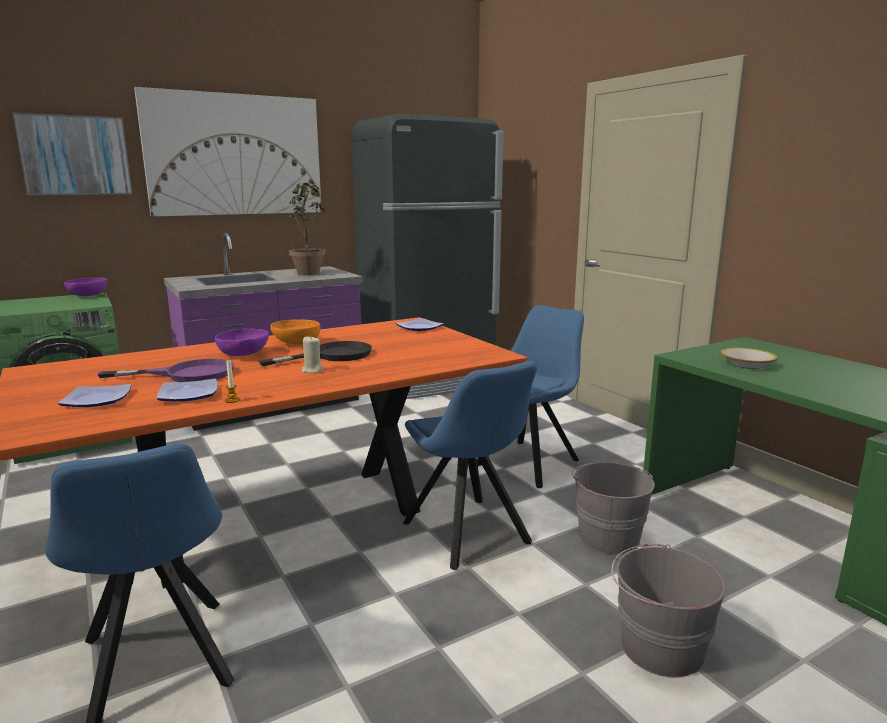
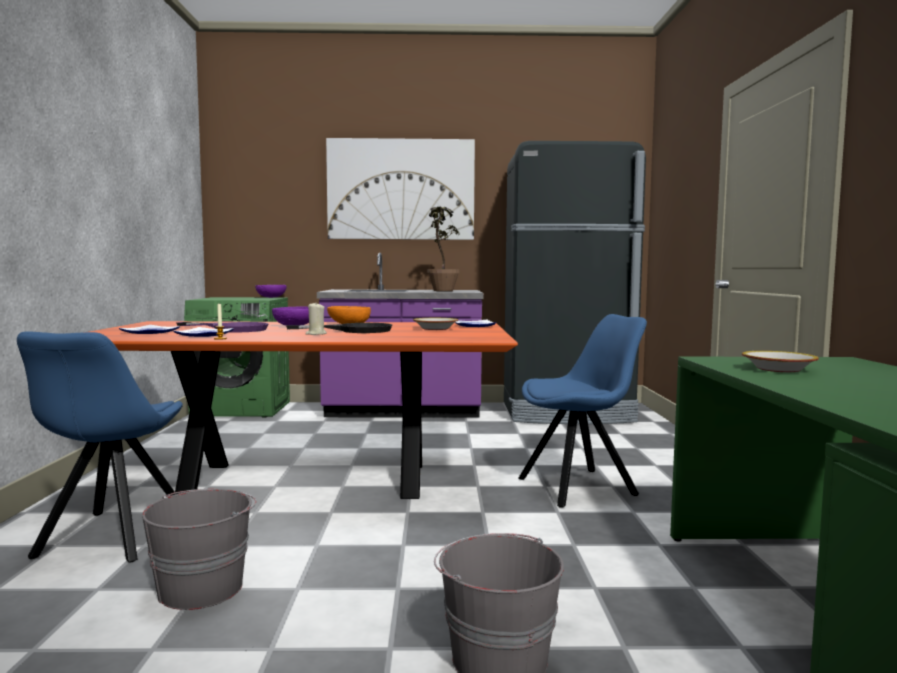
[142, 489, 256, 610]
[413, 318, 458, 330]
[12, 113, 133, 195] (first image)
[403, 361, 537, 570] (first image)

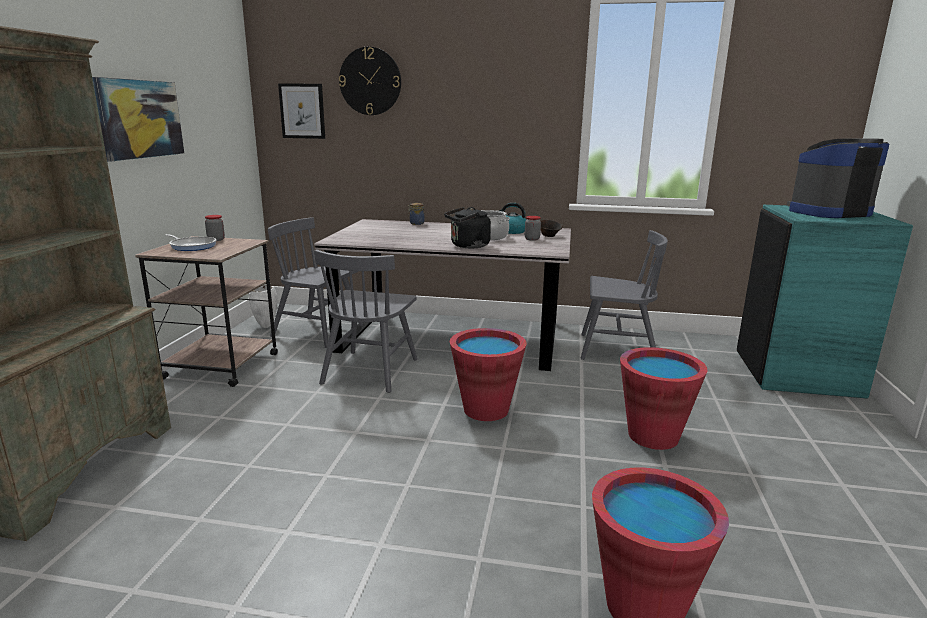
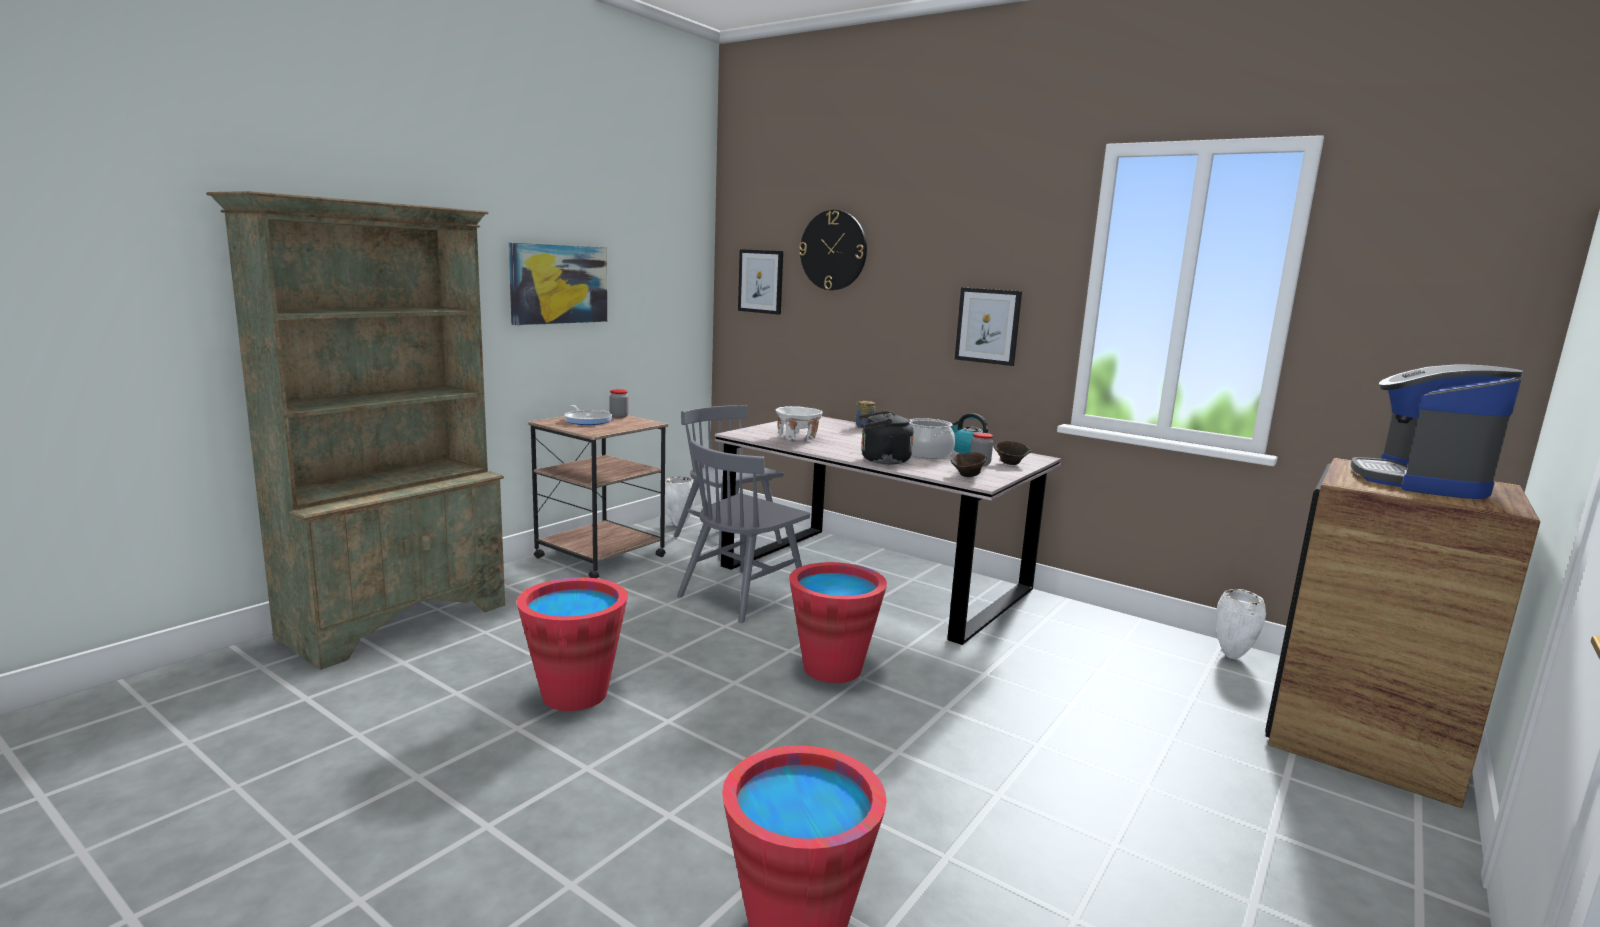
[516, 577, 628, 711]
[776, 406, 823, 440]
[951, 453, 987, 477]
[955, 287, 1022, 366]
[1216, 589, 1266, 659]
[1265, 458, 1540, 808]
[1351, 365, 1524, 499]
[580, 230, 668, 360] (first image)

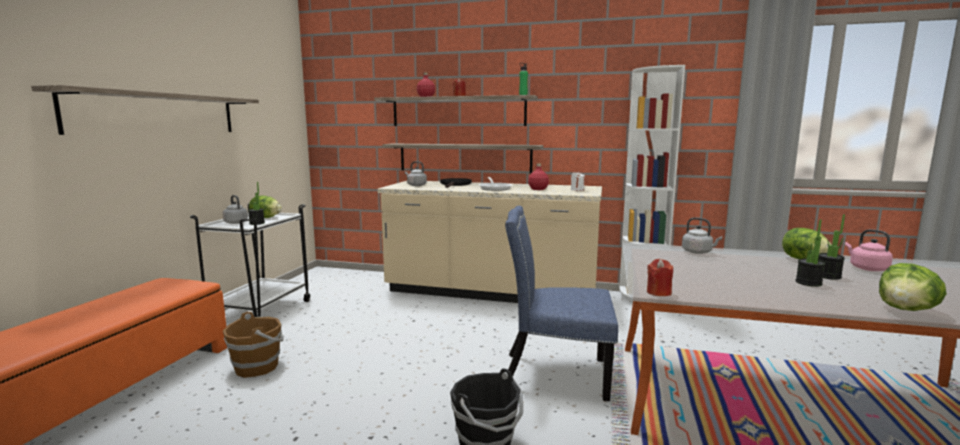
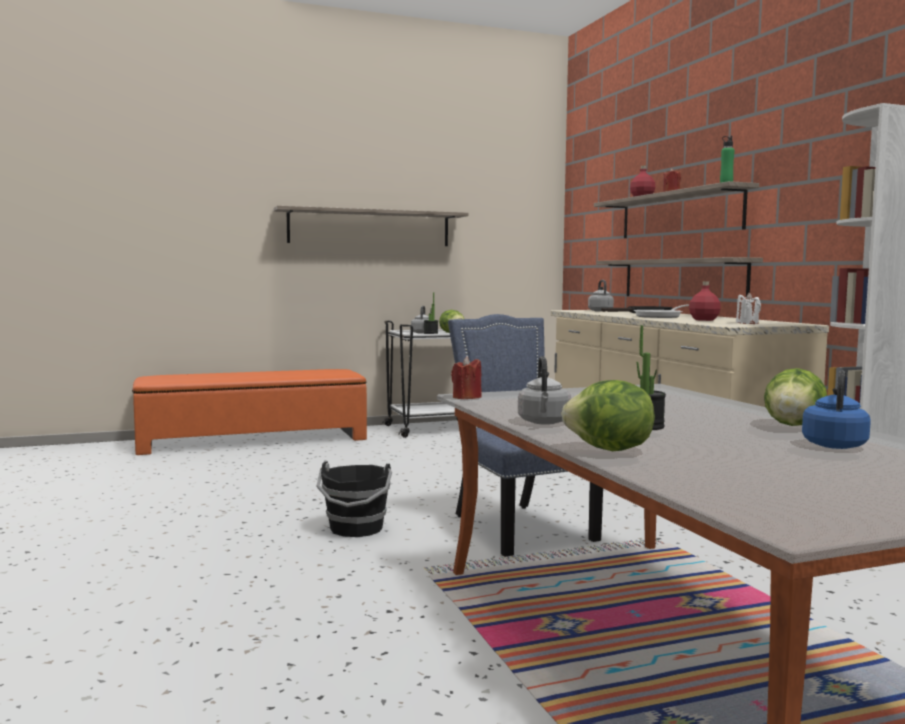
[518, 356, 571, 425]
[802, 371, 871, 449]
[223, 312, 284, 378] (first image)
[818, 214, 845, 280] (first image)

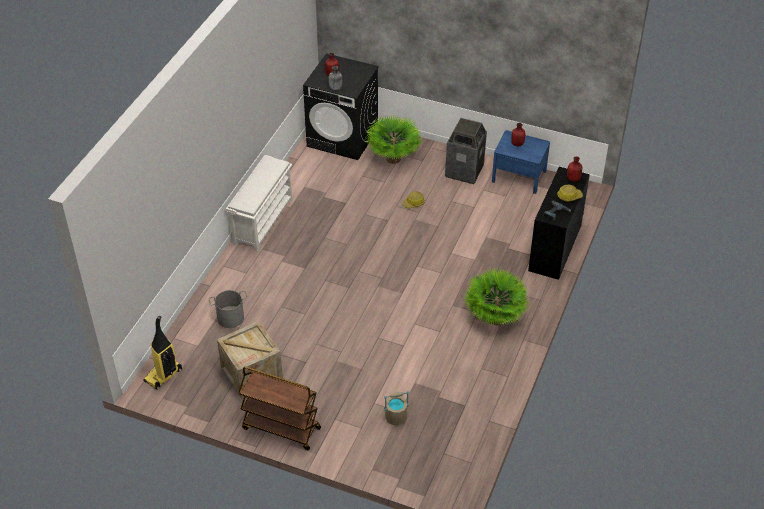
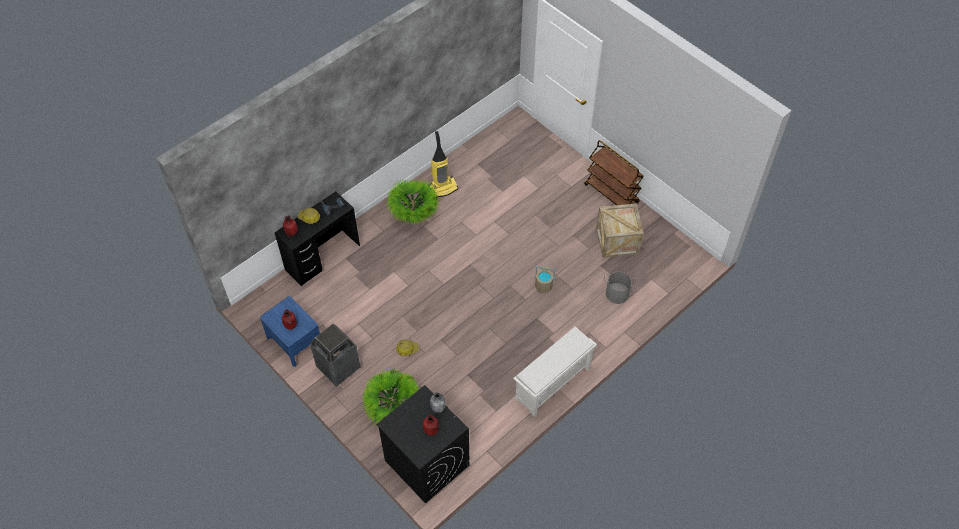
[428, 131, 459, 198]
[535, 266, 556, 293]

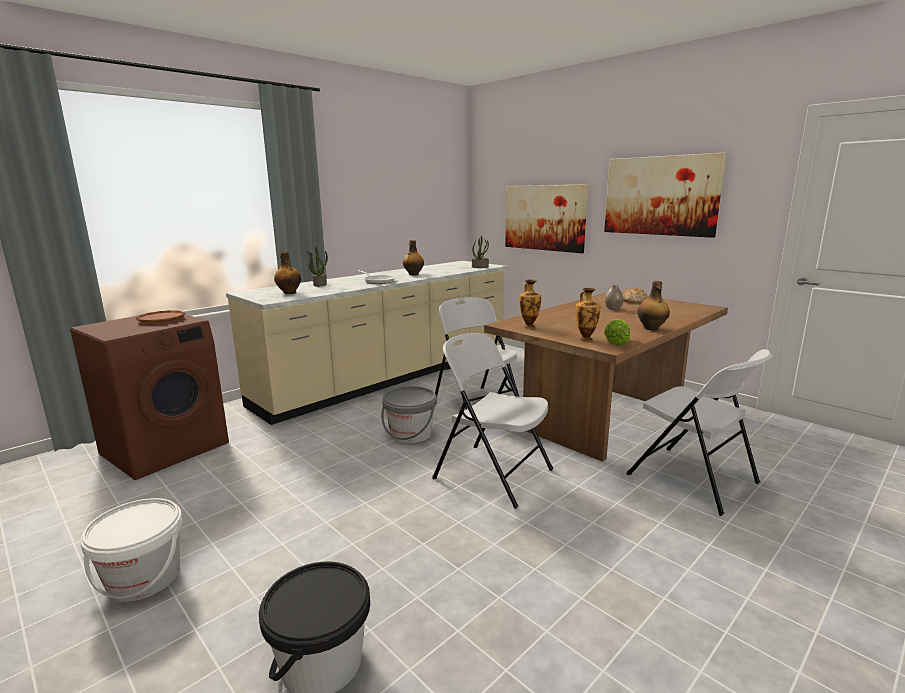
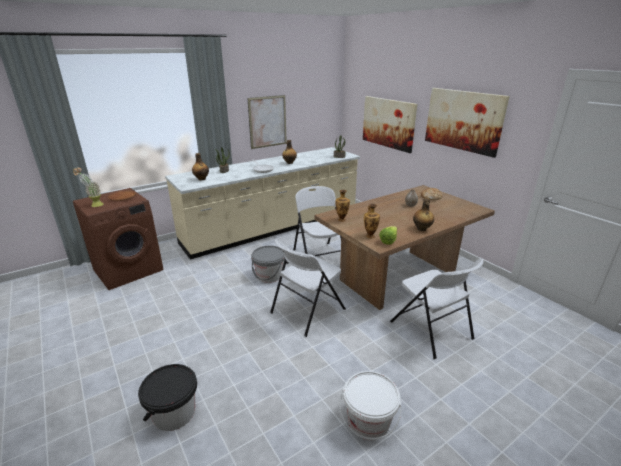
[73, 167, 103, 207]
[247, 95, 287, 149]
[270, 239, 346, 337]
[340, 371, 401, 440]

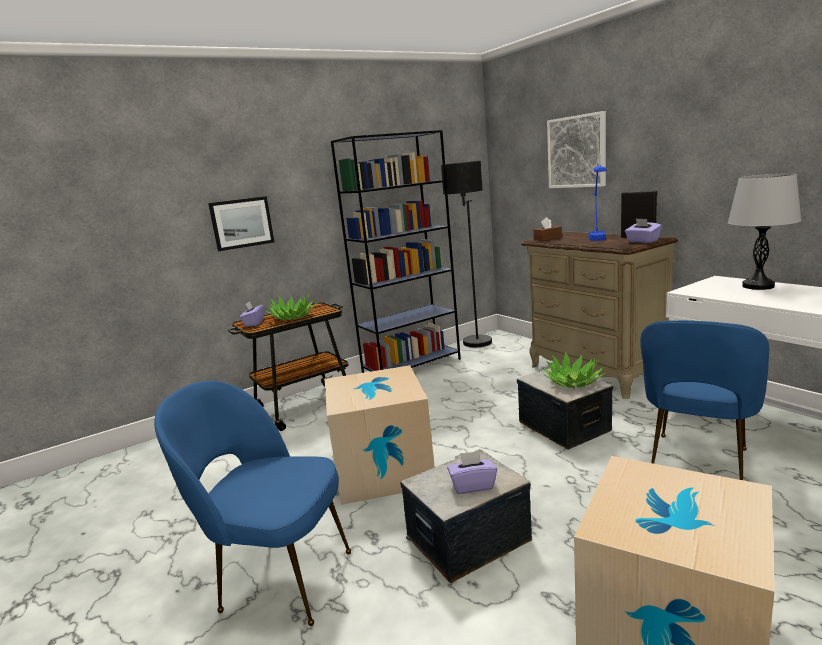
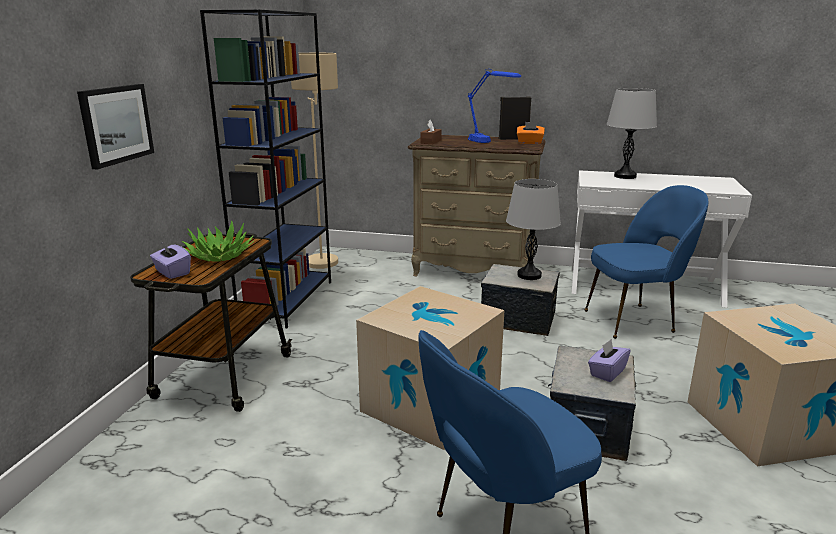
[291, 53, 338, 269]
[506, 179, 561, 280]
[517, 122, 545, 144]
[584, 185, 708, 339]
[547, 111, 606, 188] (first image)

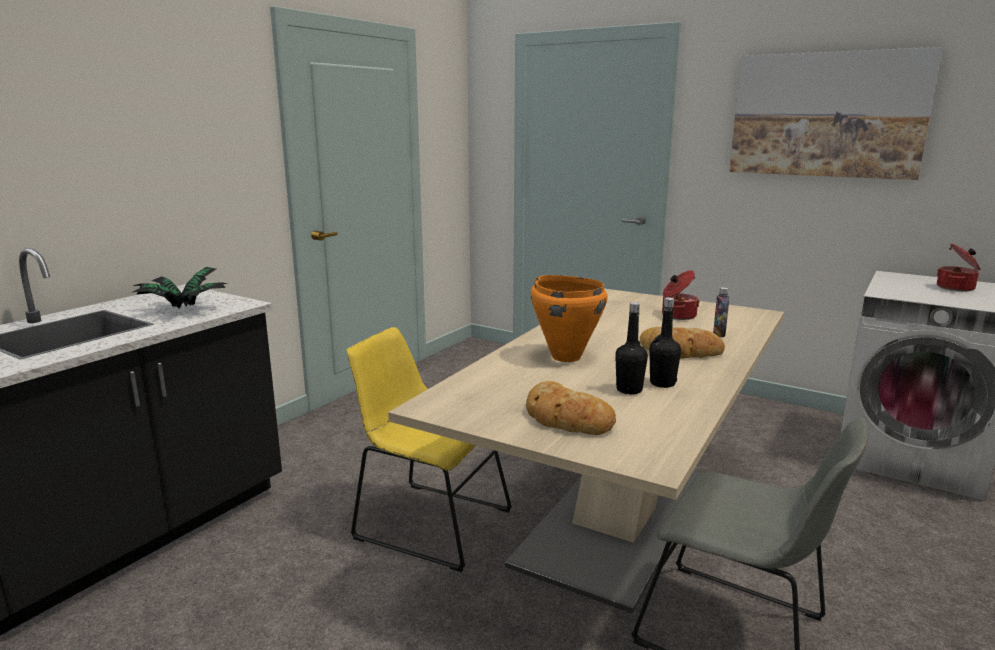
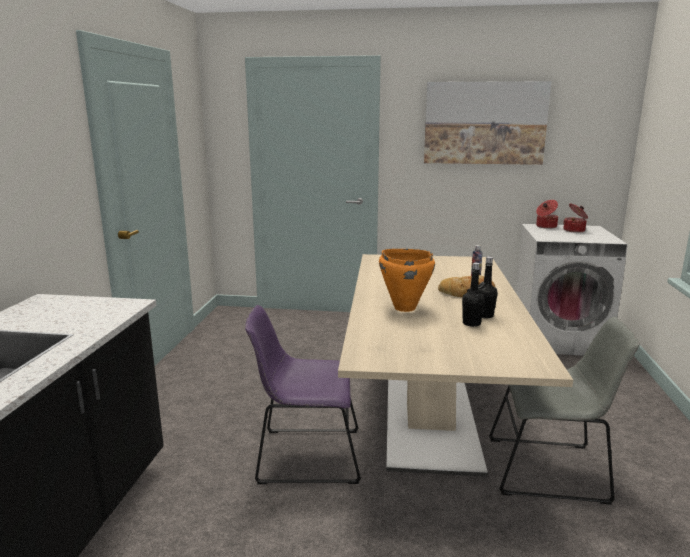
[245, 305, 361, 484]
[536, 200, 558, 229]
[133, 267, 228, 308] (first image)
[526, 381, 616, 435] (first image)

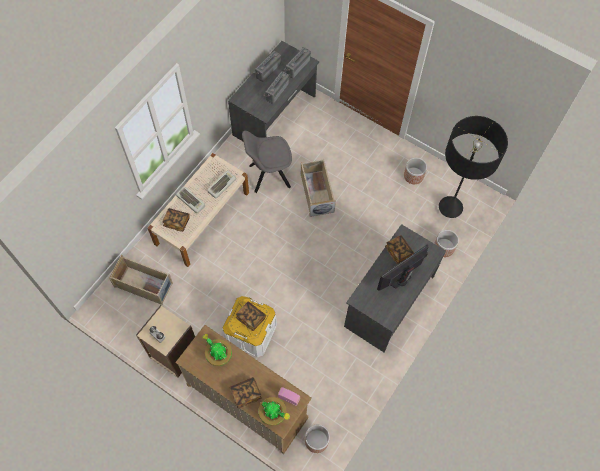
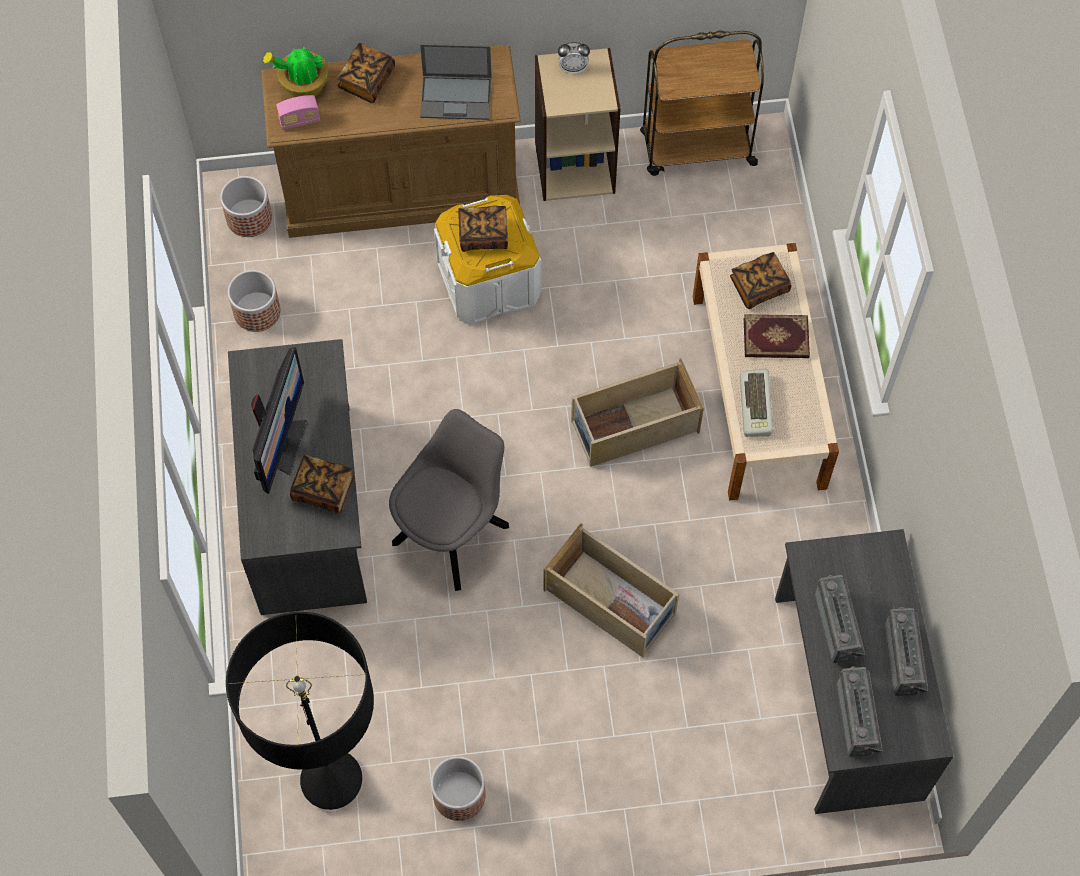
[228, 270, 280, 332]
[389, 409, 509, 591]
[420, 43, 491, 120]
[571, 358, 704, 467]
[640, 30, 764, 176]
[744, 314, 810, 358]

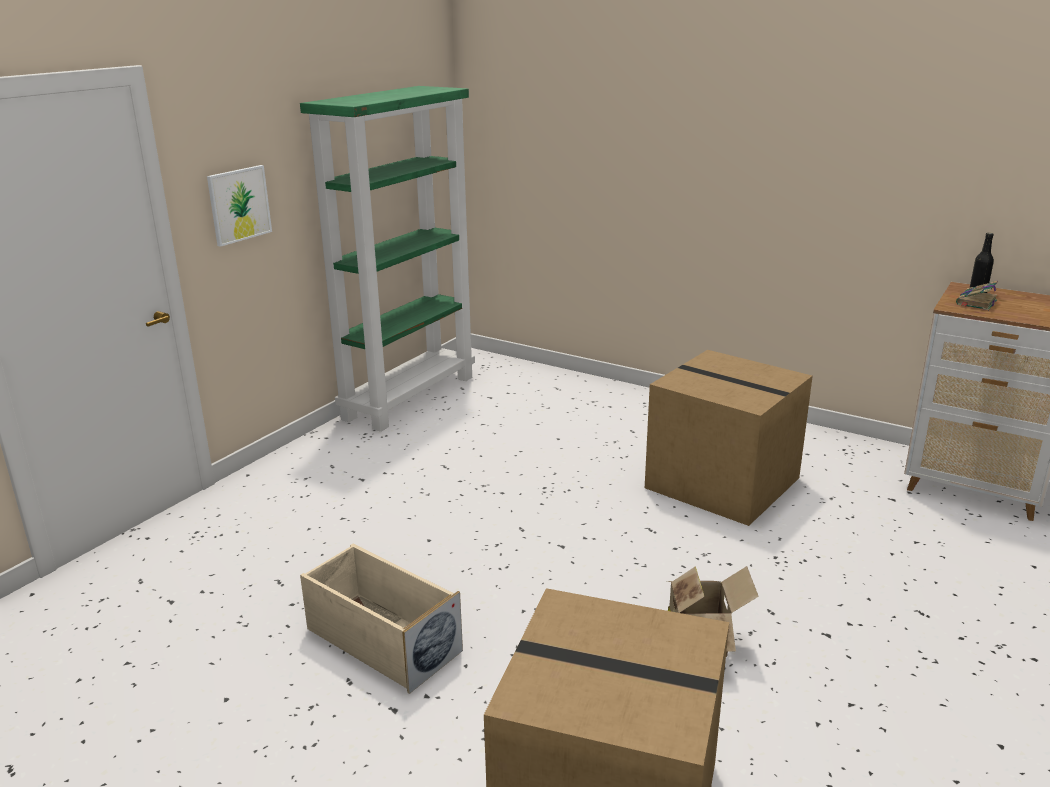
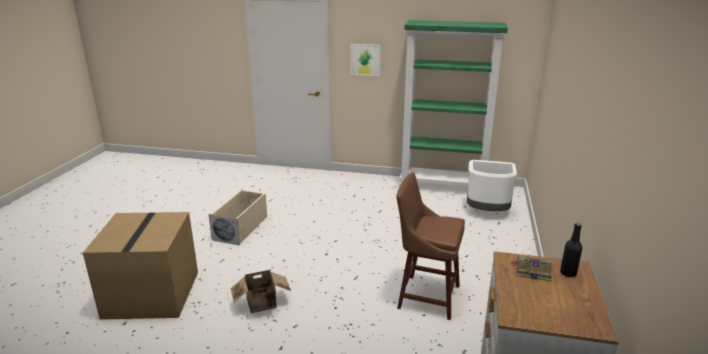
[396, 172, 465, 320]
[467, 160, 517, 211]

